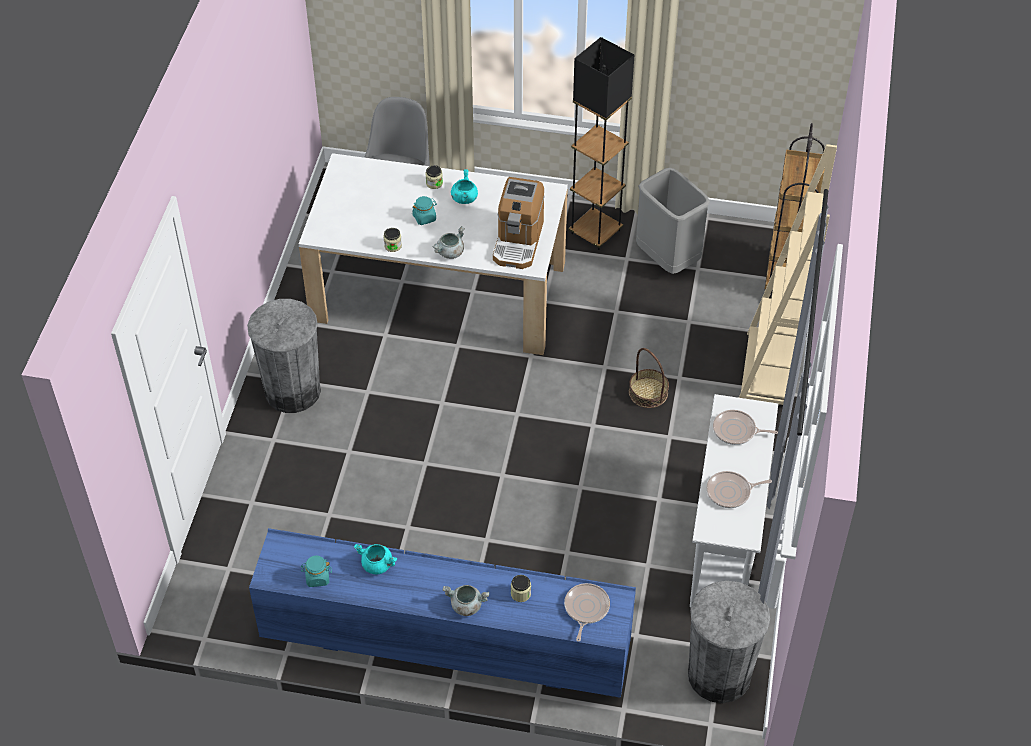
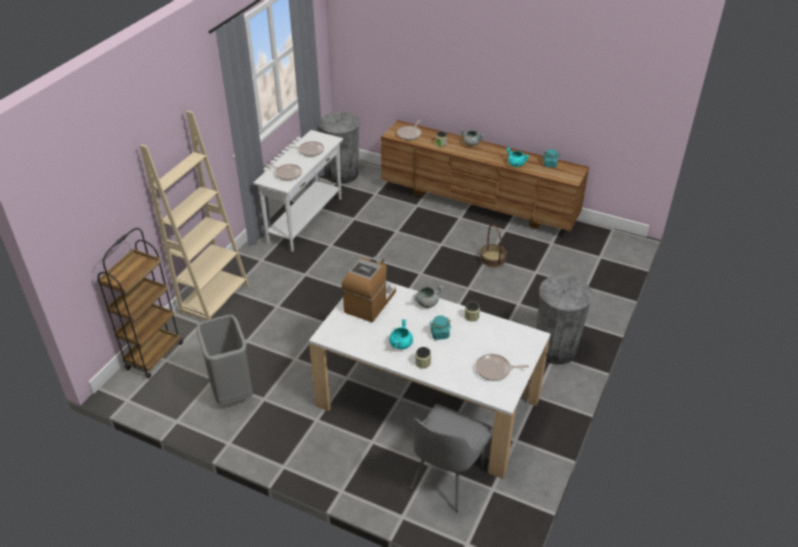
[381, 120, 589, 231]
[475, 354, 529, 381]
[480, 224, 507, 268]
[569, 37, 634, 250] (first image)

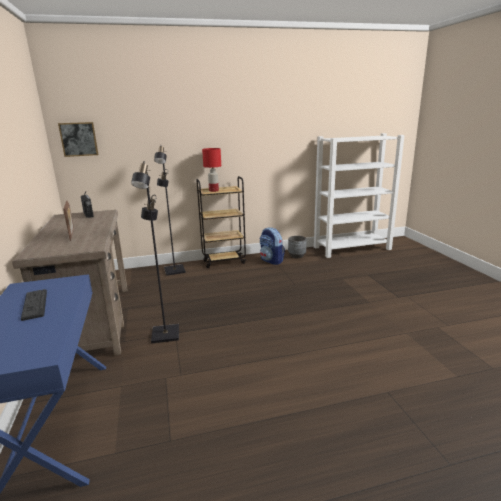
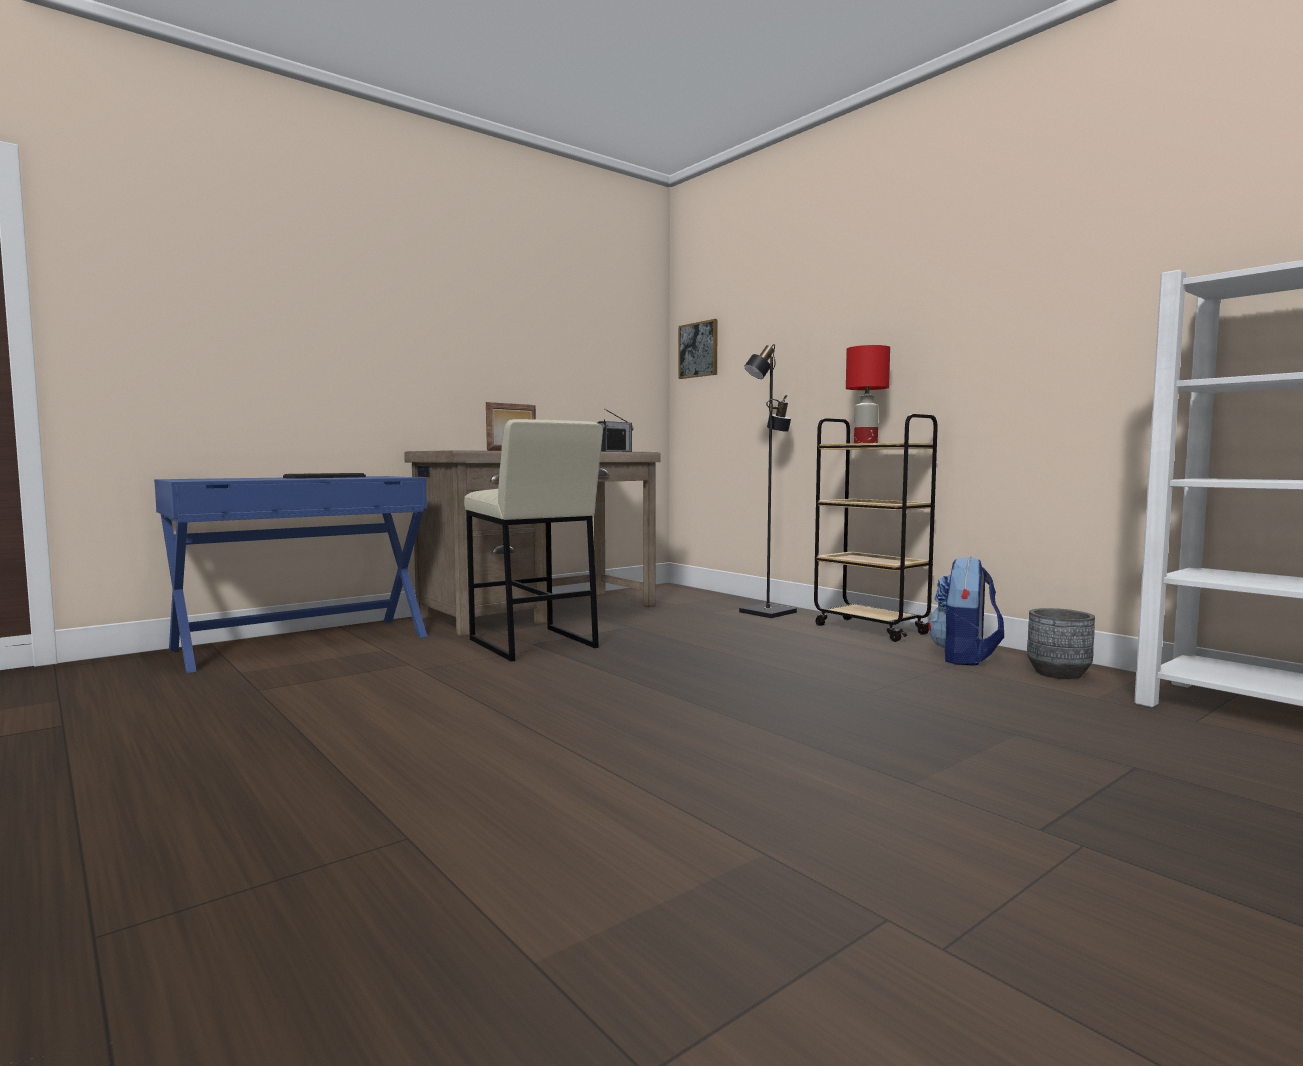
[464, 419, 603, 661]

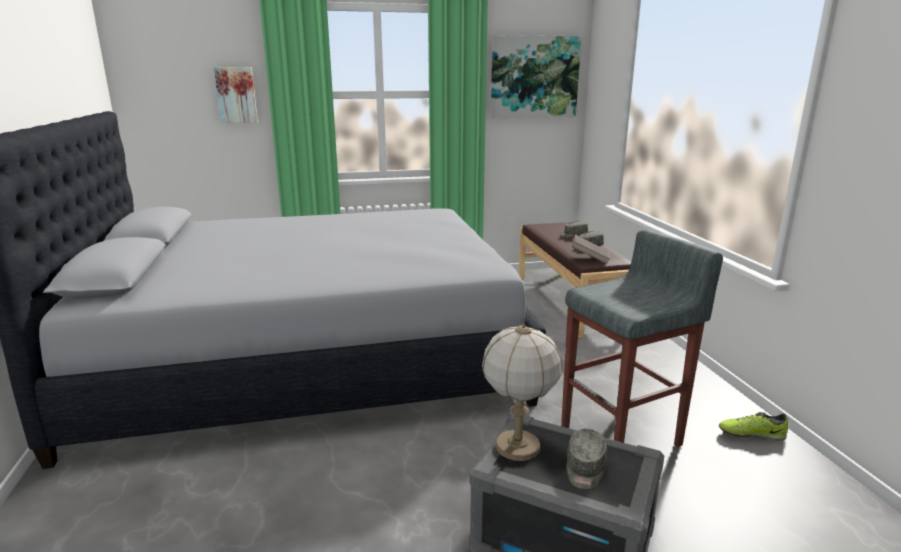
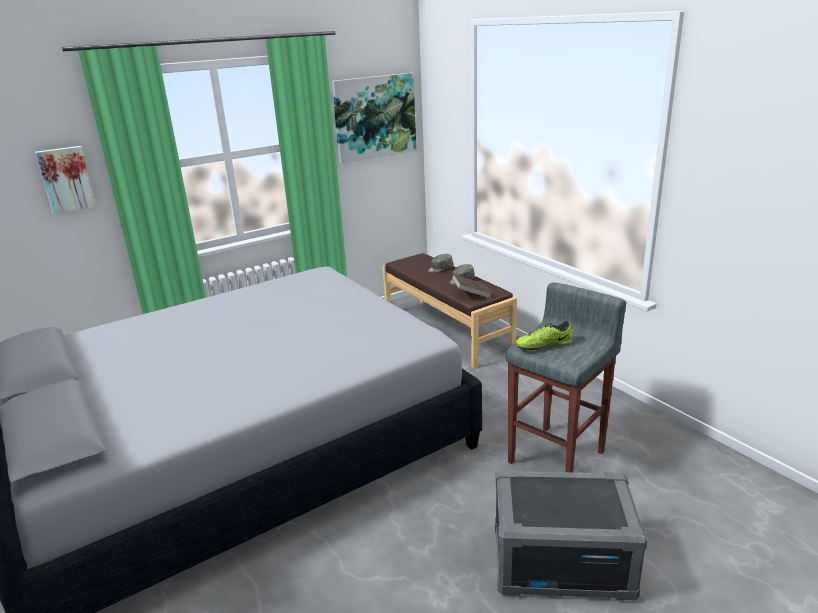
[515, 320, 572, 350]
[482, 323, 563, 461] (first image)
[566, 429, 607, 489] (first image)

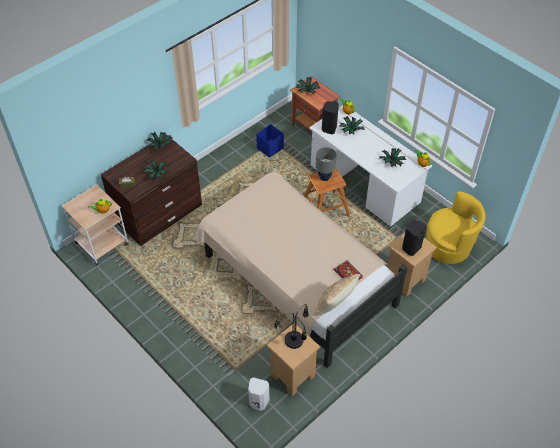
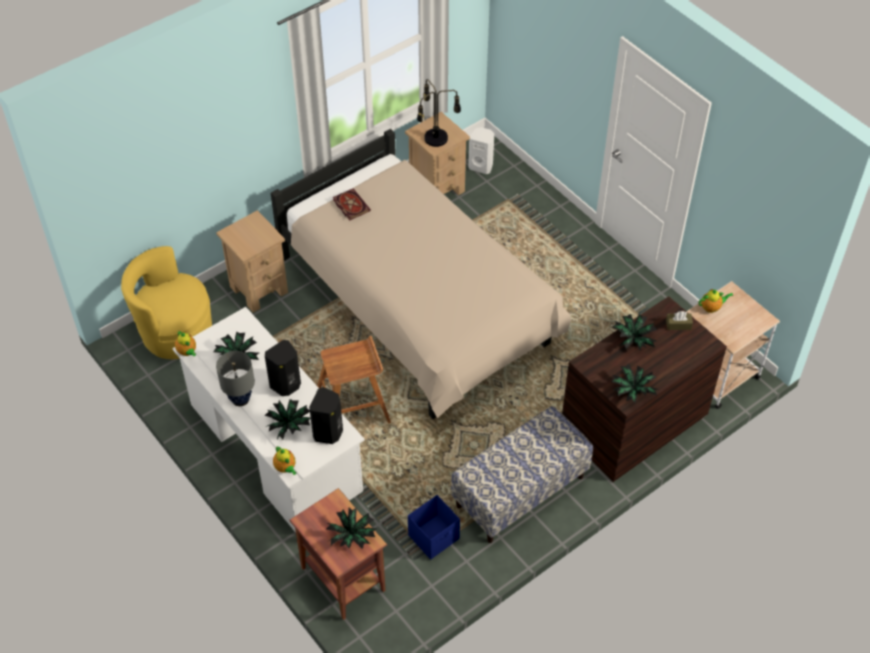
[216, 351, 255, 406]
[265, 340, 301, 396]
[451, 406, 593, 543]
[315, 274, 360, 316] (first image)

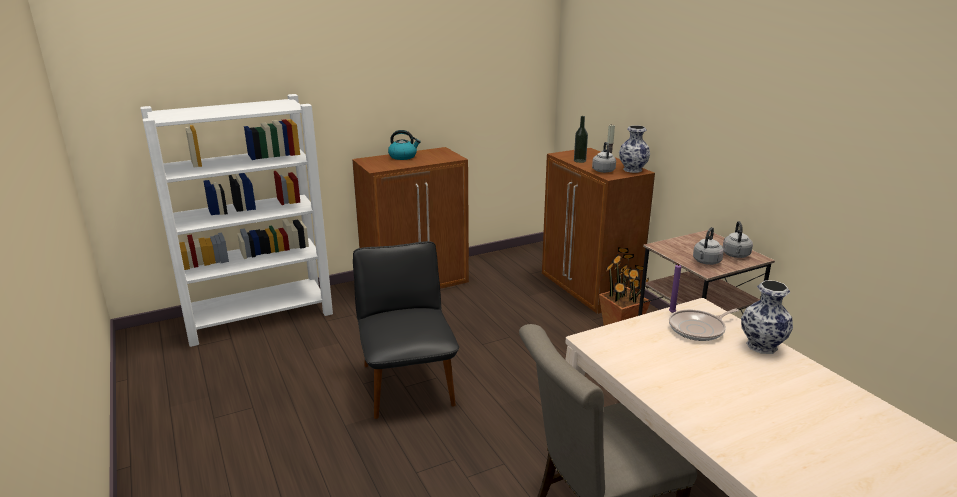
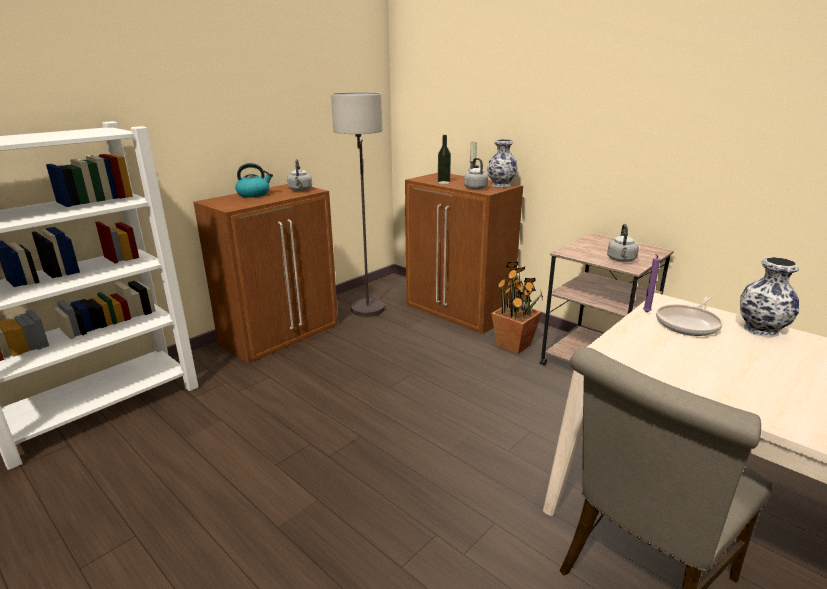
[287, 159, 312, 191]
[331, 92, 385, 317]
[353, 241, 459, 419] (first image)

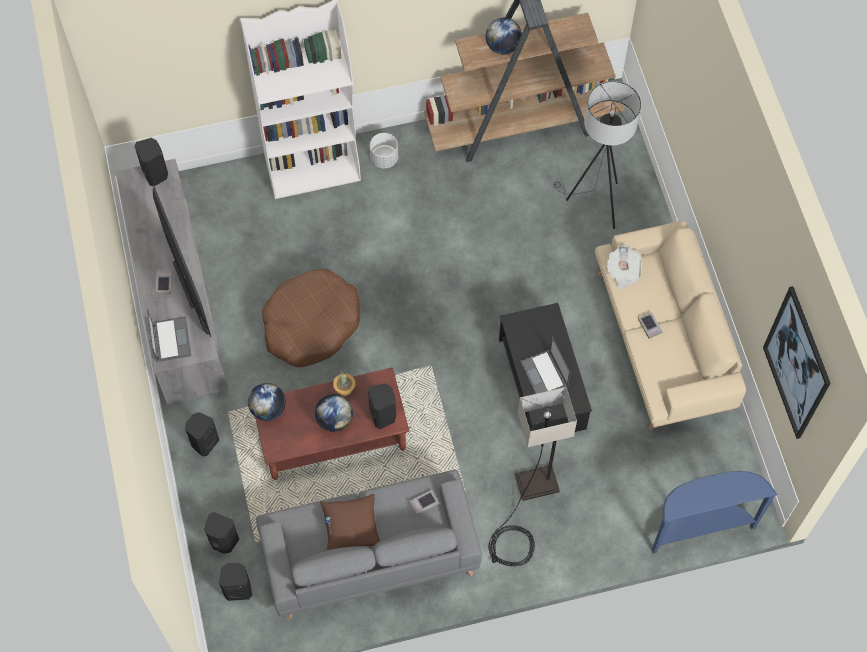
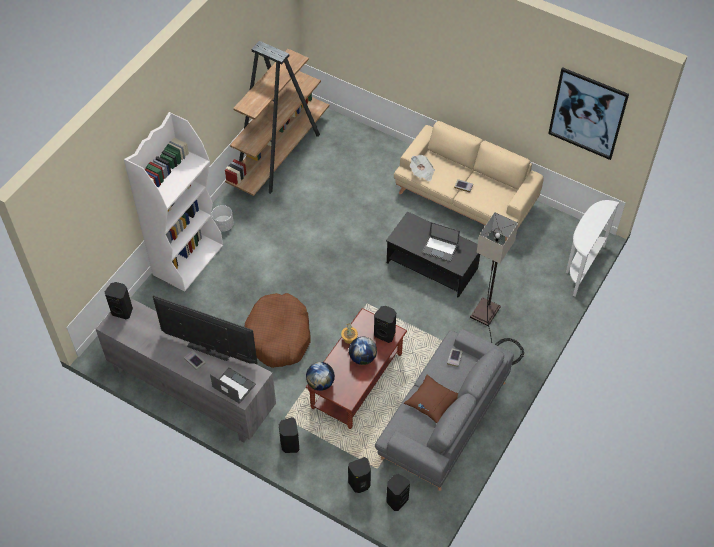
[566, 200, 619, 297]
[486, 18, 522, 55] (first image)
[553, 81, 641, 229] (first image)

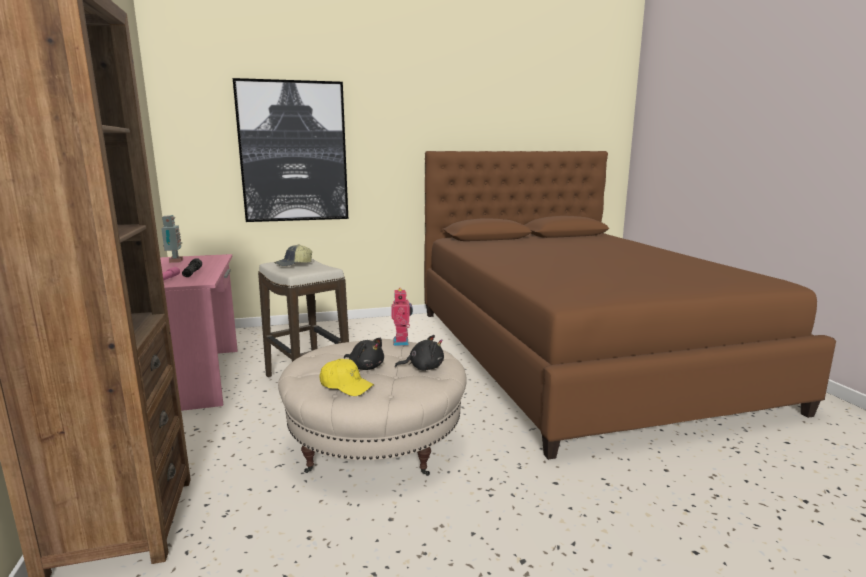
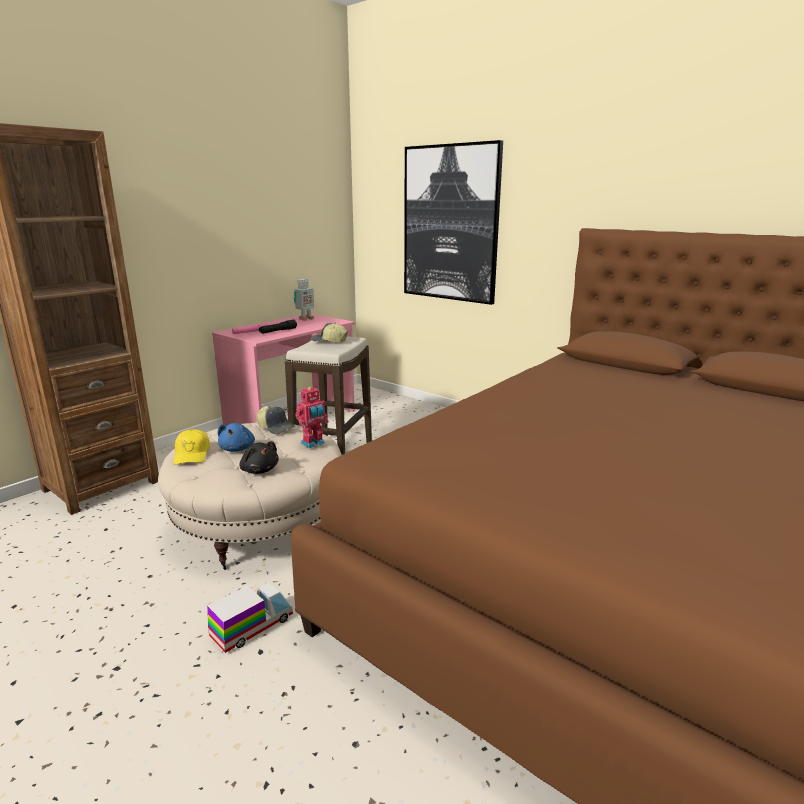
[207, 582, 293, 653]
[218, 423, 255, 452]
[256, 405, 295, 434]

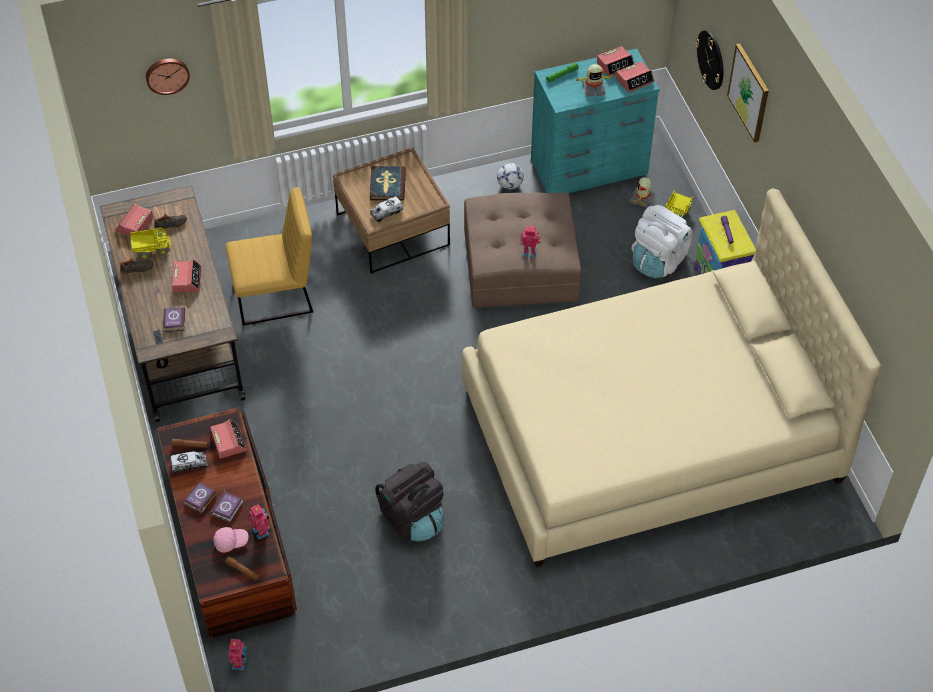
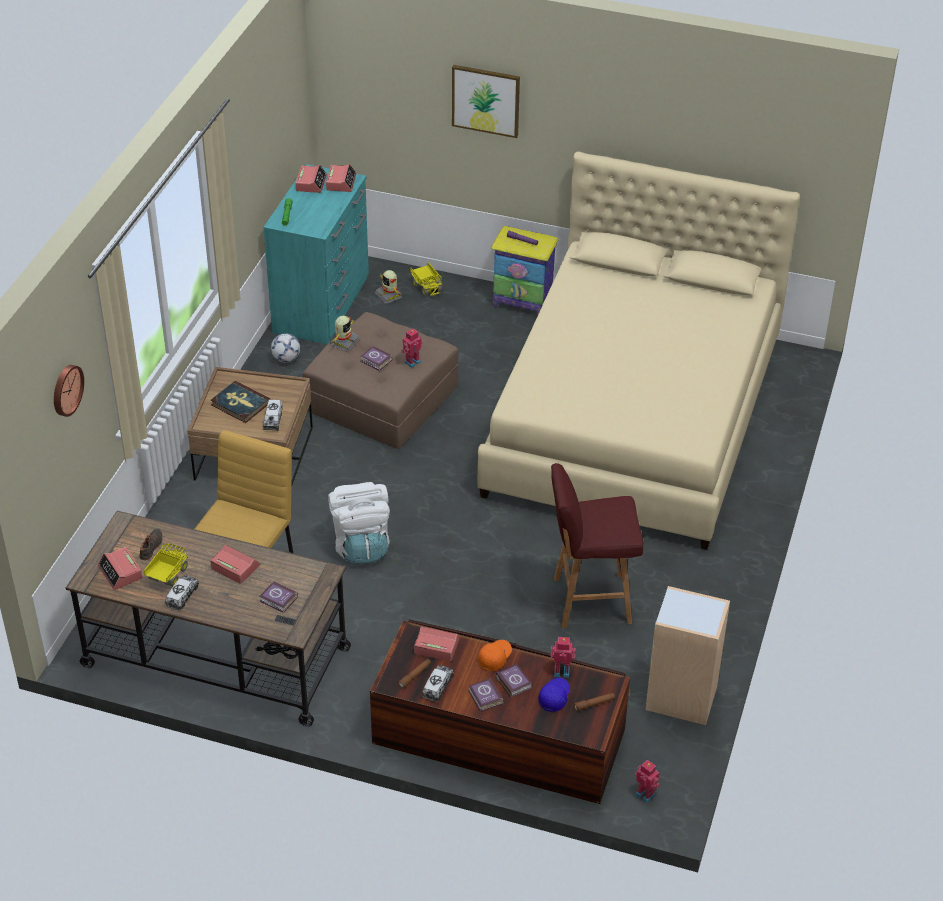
[165, 575, 199, 611]
[328, 482, 390, 564]
[330, 316, 360, 352]
[360, 346, 392, 371]
[478, 640, 512, 671]
[538, 677, 570, 712]
[551, 463, 643, 628]
[645, 586, 730, 725]
[695, 30, 723, 90] (first image)

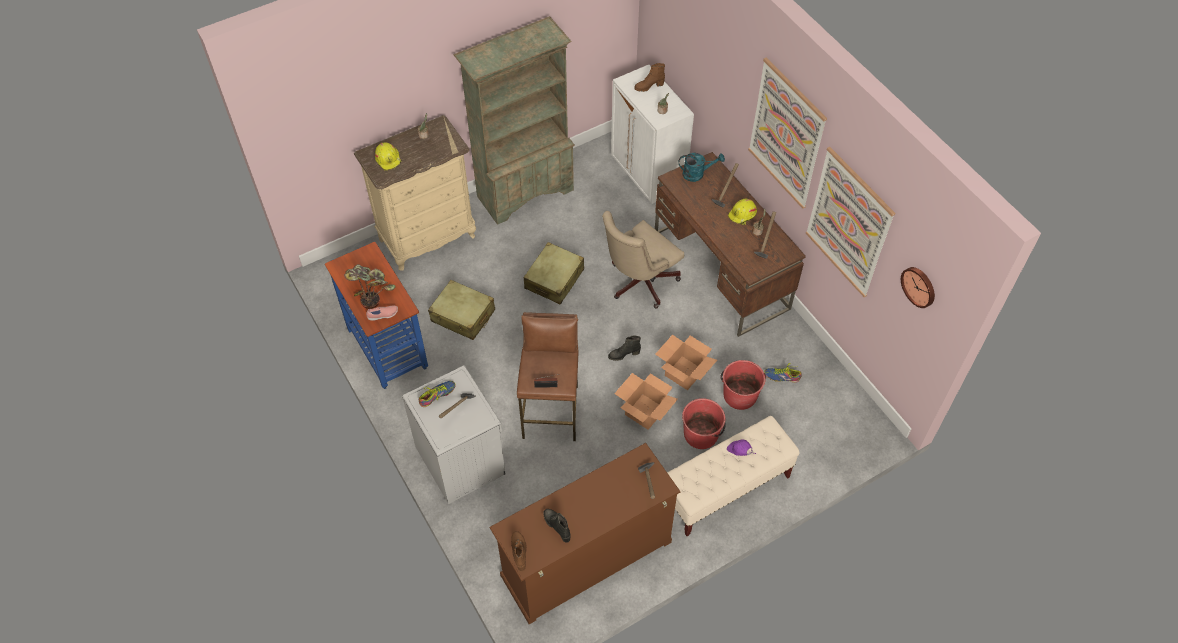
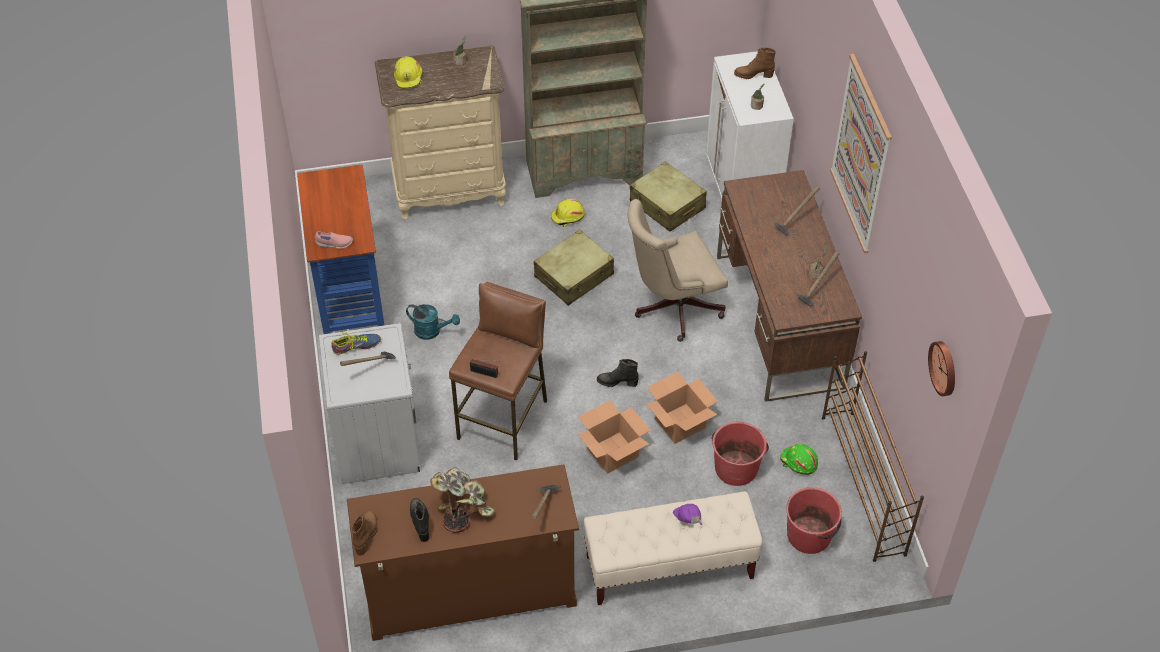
[406, 304, 460, 340]
[430, 467, 494, 533]
[551, 199, 585, 227]
[630, 161, 707, 232]
[780, 444, 818, 475]
[786, 487, 842, 554]
[822, 351, 924, 562]
[806, 147, 895, 297] (first image)

